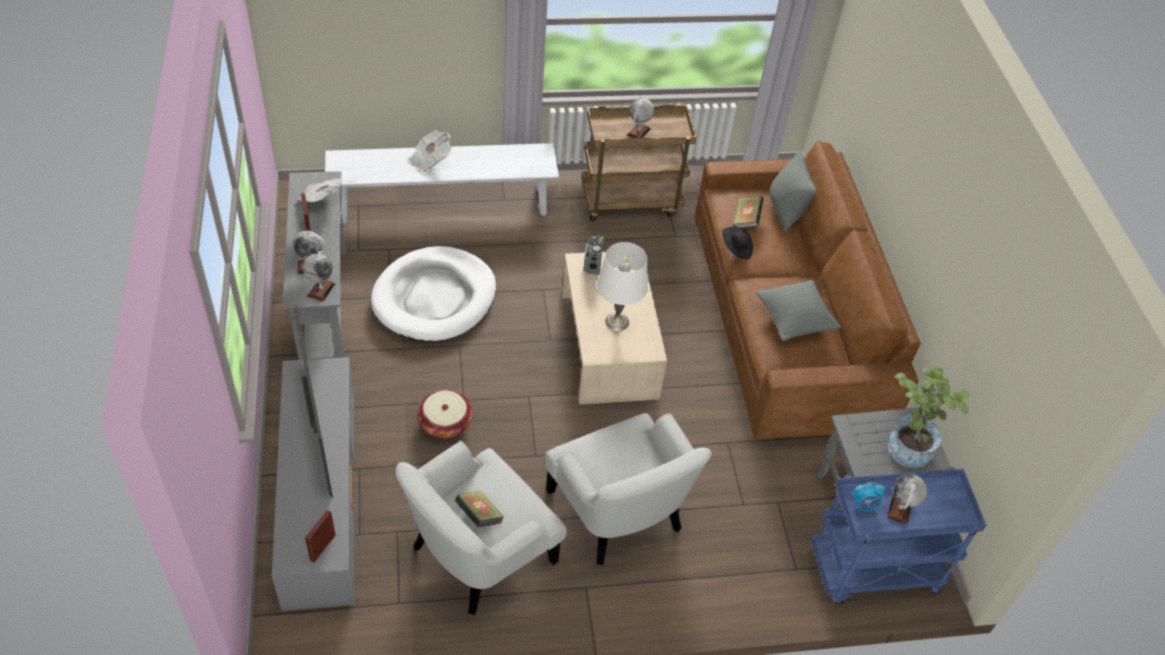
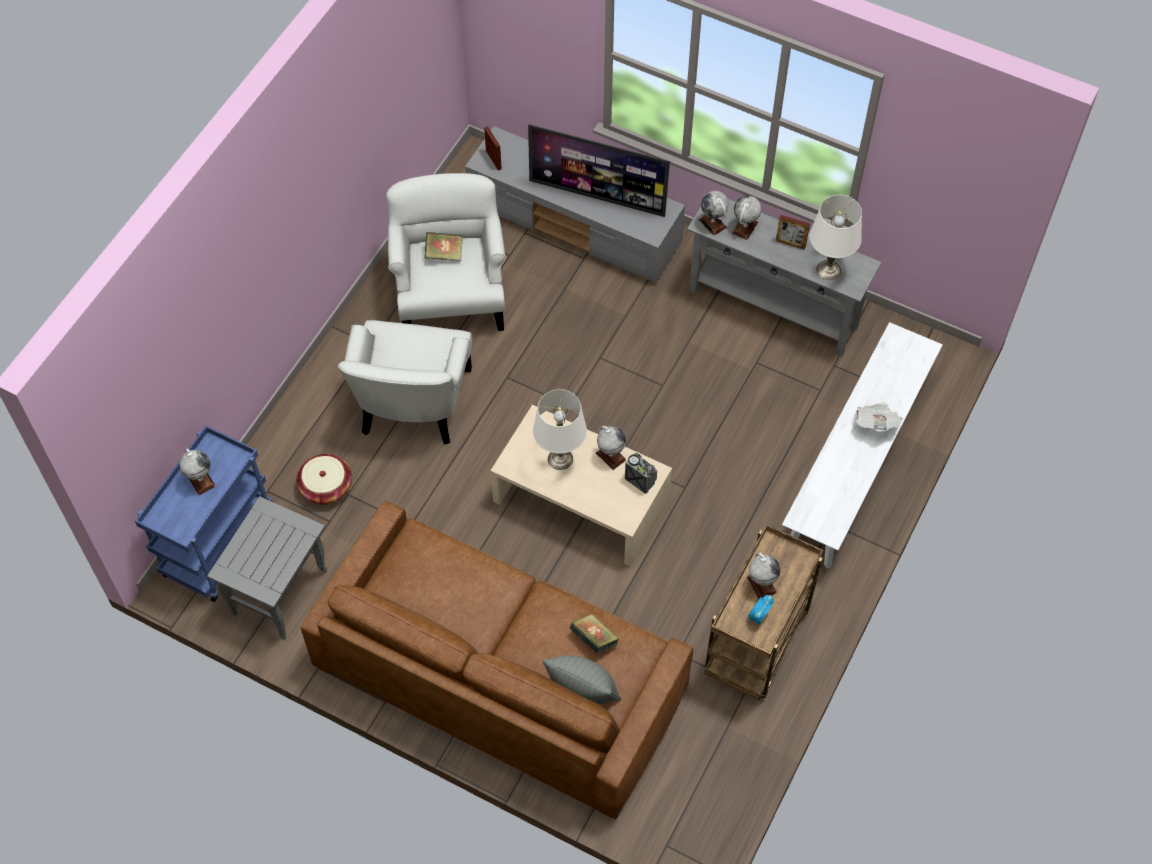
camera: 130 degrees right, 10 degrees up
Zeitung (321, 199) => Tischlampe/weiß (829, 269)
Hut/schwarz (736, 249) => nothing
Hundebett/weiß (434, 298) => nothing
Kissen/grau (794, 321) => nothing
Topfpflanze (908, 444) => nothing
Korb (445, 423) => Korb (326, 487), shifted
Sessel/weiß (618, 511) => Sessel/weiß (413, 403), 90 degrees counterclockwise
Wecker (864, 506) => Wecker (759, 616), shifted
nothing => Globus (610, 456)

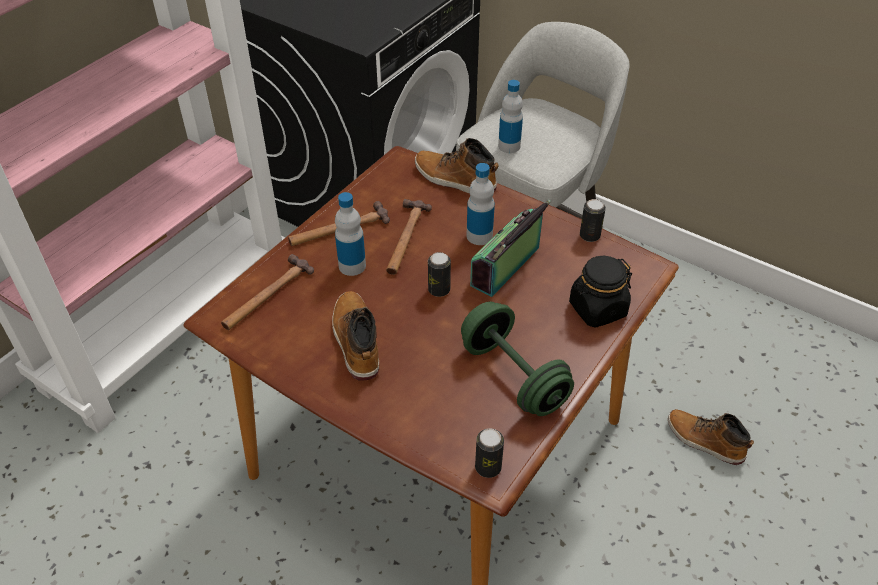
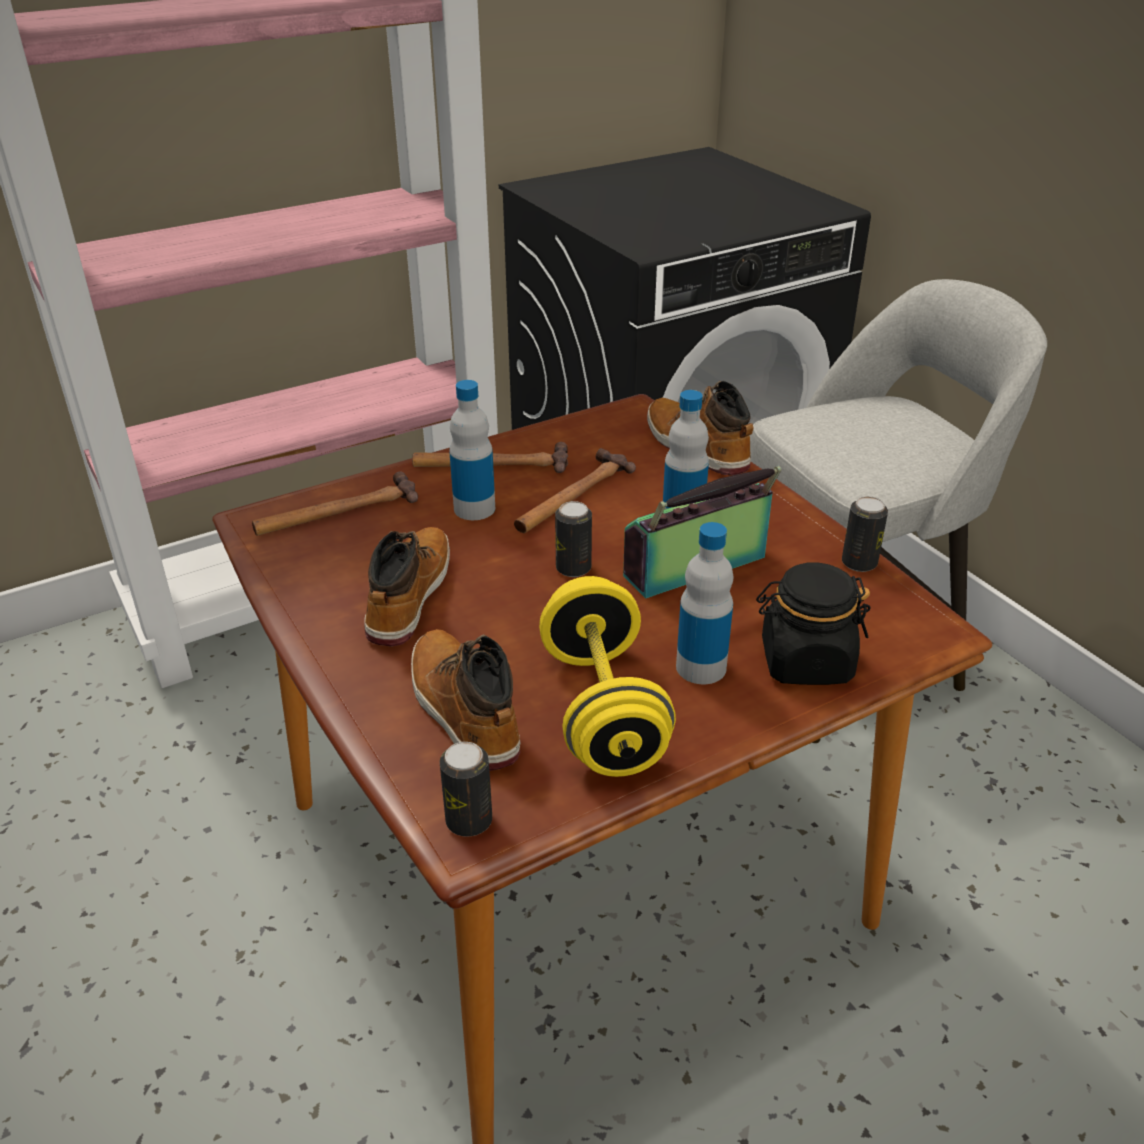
camera: 25 degrees right, 10 degrees down
Flasche (509, 146) => Flasche (701, 667), shifted
Hantel/grün (513, 376) => Hantel/gelb (603, 710)
Stiefel (704, 441) => Stiefel (462, 710), shifted

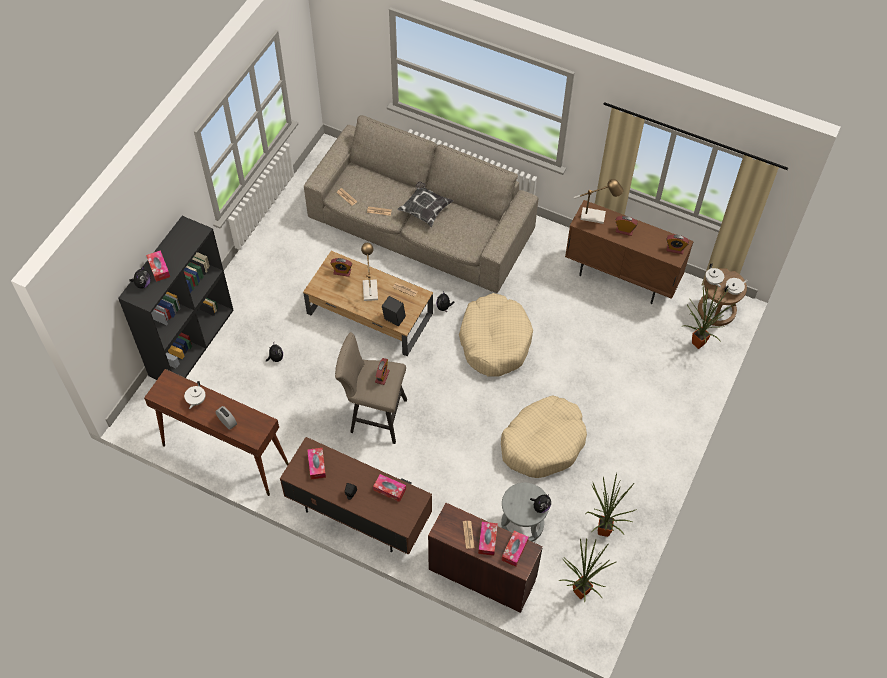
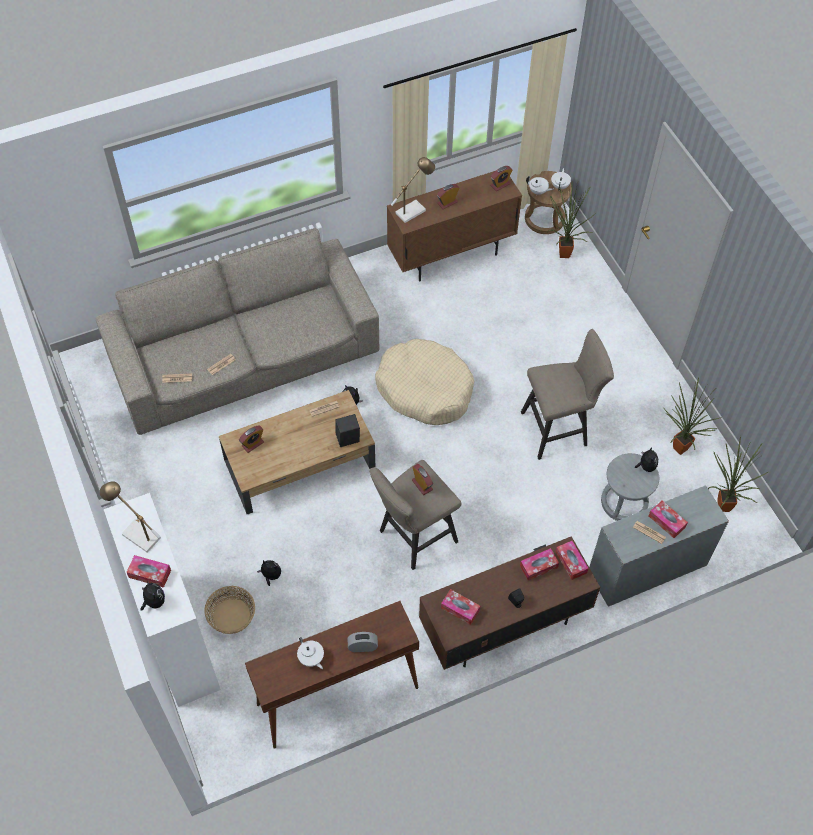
camera: 50 degrees left, 0 degrees up
Kissen (425, 210) => nothing
Bücherregal/schwarz (191, 341) => Bücherregal/weiß (177, 638)
Tischlampe (369, 288) => Tischlampe (137, 534), shifted
Hundebett/beige (543, 442) => Hocker/beige (559, 429)
Schreibtisch/braun (482, 574) => Schreibtisch/grau (646, 567)
Taschentuchbox (514, 550) => Taschentuchbox (571, 562), shifted
nothing => Korb (231, 616)

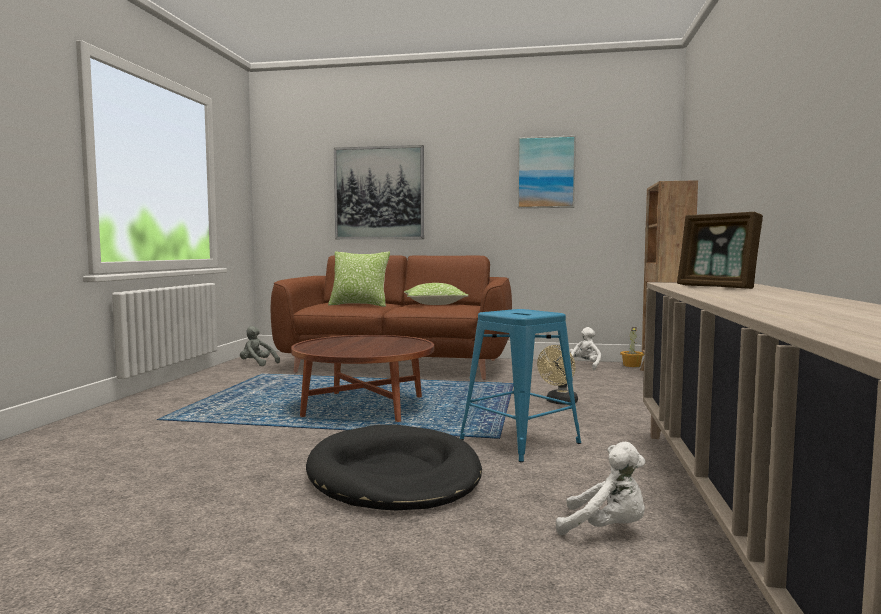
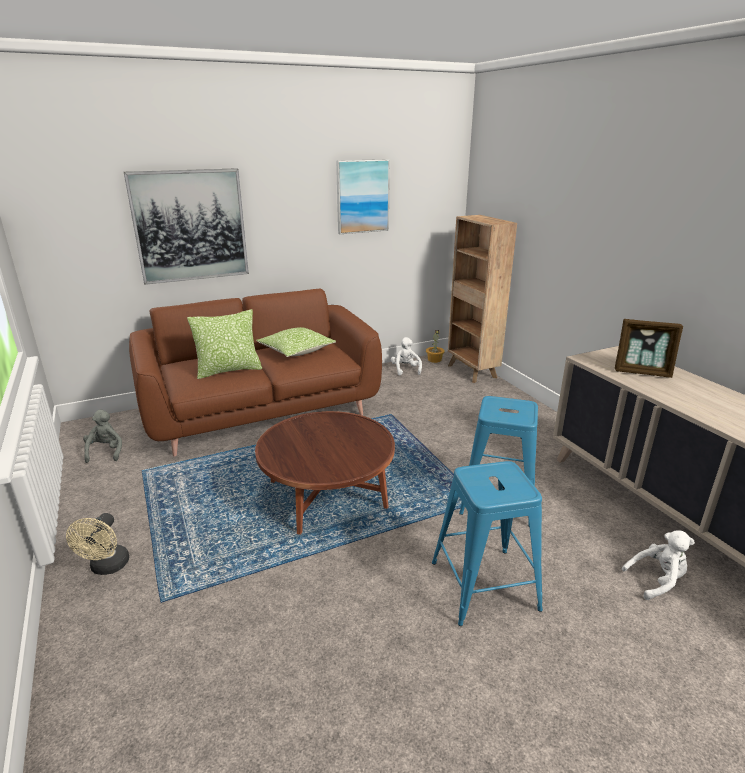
camera: 35 degrees left, 20 degrees up
Plüschtier/grau (257, 364) => Plüschtier/grau (106, 452), 90 degrees clockwise
Ventilator/beige (559, 402) => Ventilator/beige (107, 567), shifted
Hundebett/schwarz (394, 475) => Hocker/blau (483, 585)

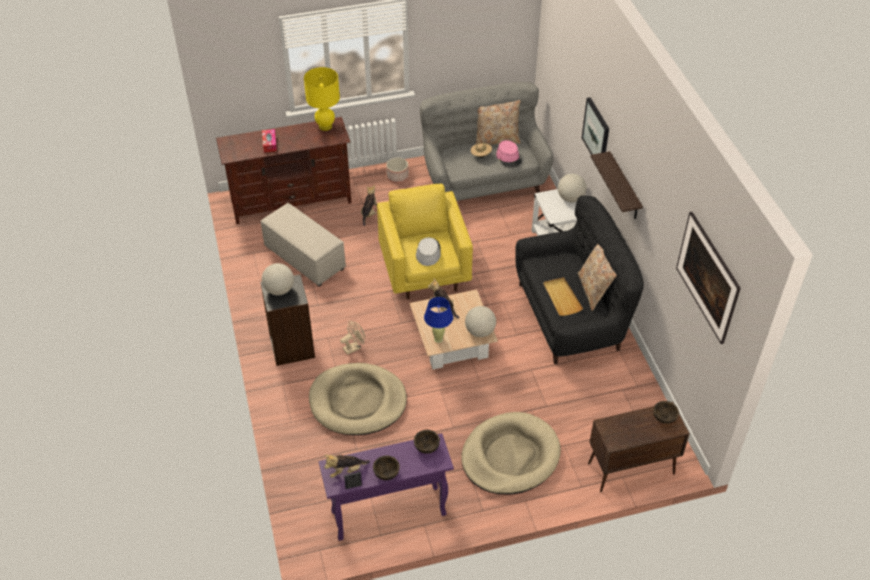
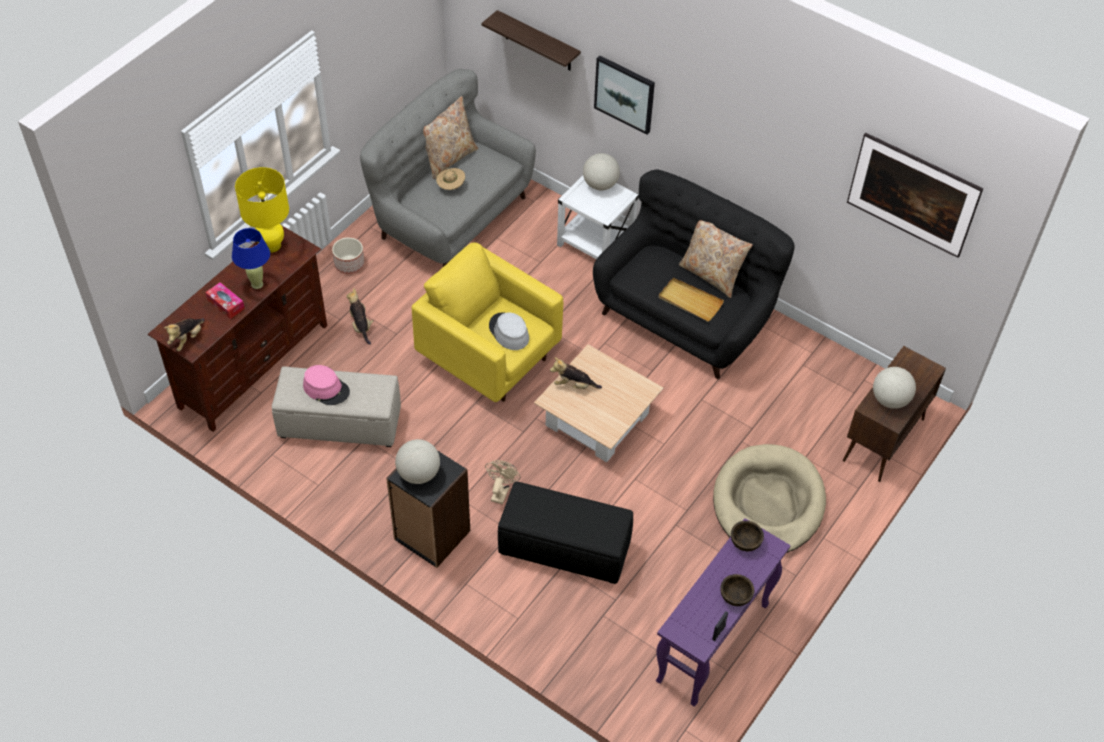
camera: 40 degrees left, 5 degrees up
Hut/rosa (509, 158) => Hut/rosa (326, 389), shifted
Wandregal (624, 187) => Wandregal (538, 42), shifted
Tischlampe/blau (438, 339) => Tischlampe/blau (257, 284), shifted
Globus (480, 331) => Globus (890, 400), shifted
Hundebett/beige (358, 402) => Polsterhocker/schwarz (565, 548)
Schüssel/braun (664, 417) => nothing
Plüschtier (346, 470) => Plüschtier (187, 339), shifted

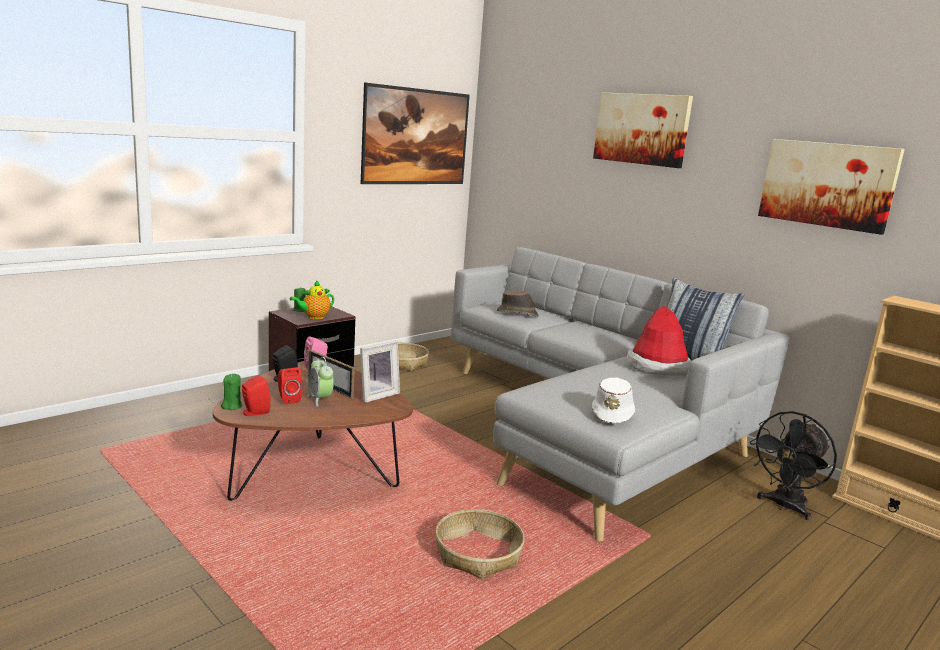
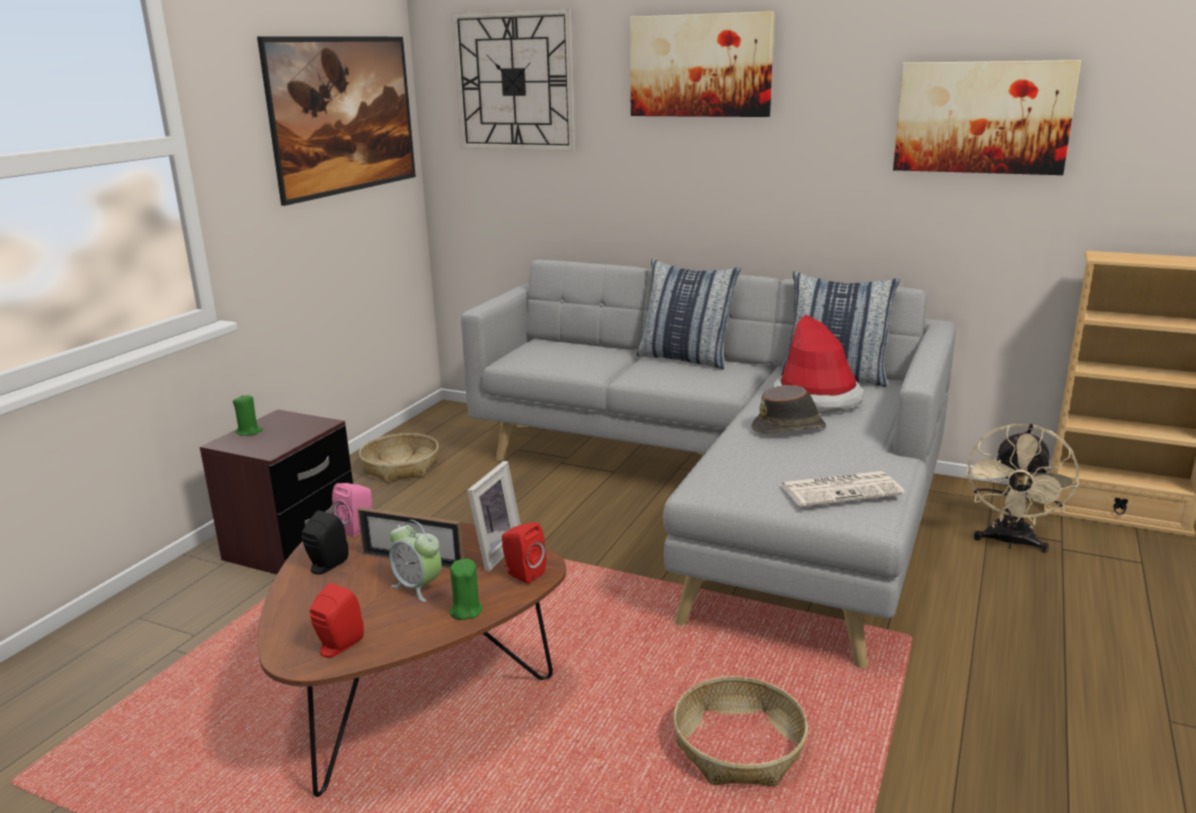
camera: 20 degrees left, 5 degrees up
Teekanne (314, 317) => nothing
Hut/braun (517, 313) => Hut/braun (789, 428), shifted
Lautsprecher/rot (288, 399) => Lautsprecher/rot (522, 574), shifted
Kerze/grün (232, 406) => Kerze/grün (466, 611), shifted
Hut/weiß (613, 413) => Zeitung (841, 489)
Ventilator/schwarz (784, 507) => Ventilator/beige (1010, 542)
nothing => Wanduhr (514, 81)
nothing => Kissen (685, 358)

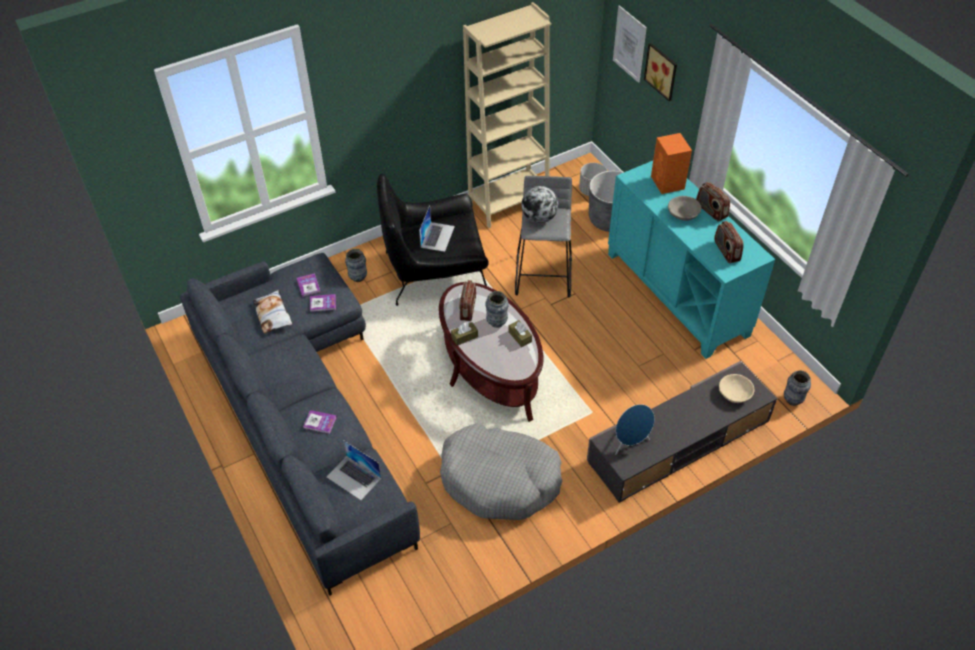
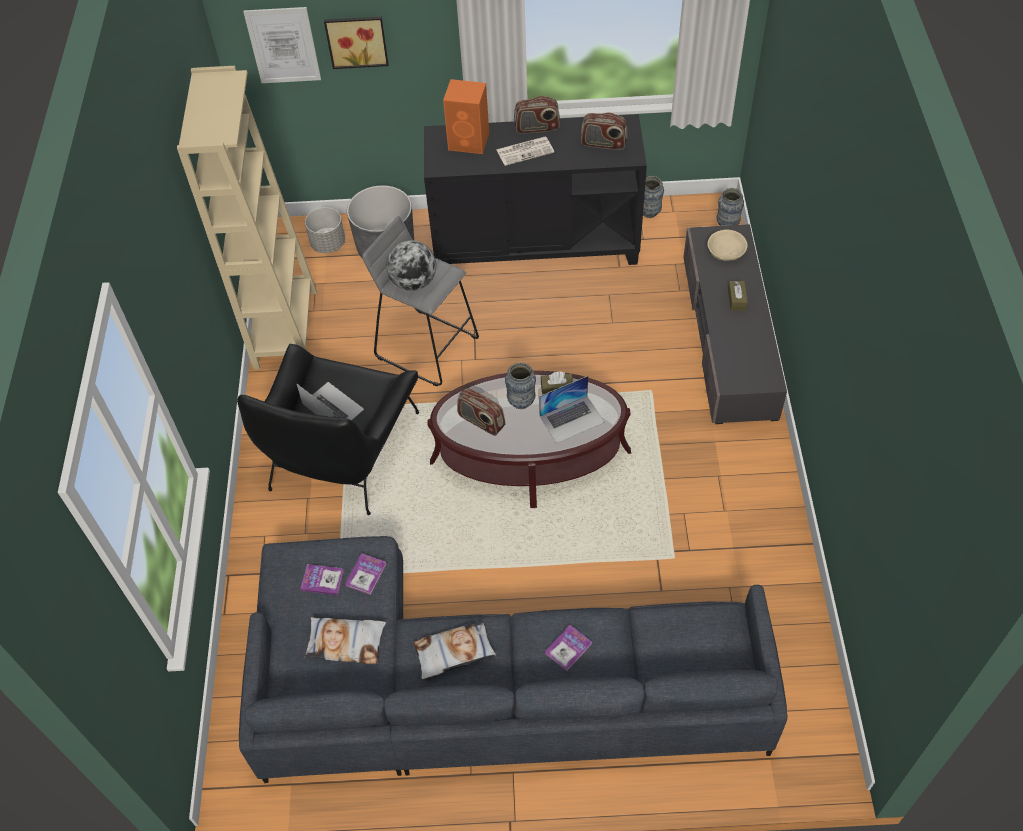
camera: 60 degrees left, 5 degrees up
Schrank/türkis (677, 293) => Schrank/schwarz (536, 244)
Schüssel/grau (683, 214) => Zeitung (525, 151)
Vase (358, 277) => Vase (649, 212), shifted
Taschentuchbox/braun (464, 337) => Taschentuchbox/braun (736, 300), shifted
Lautsprecher/blau (630, 443) => nothing
Hundebett/grau (500, 480) => nothing
Laptop (354, 477) => Laptop (572, 419), shifted
nothing => Kissen (454, 653)

